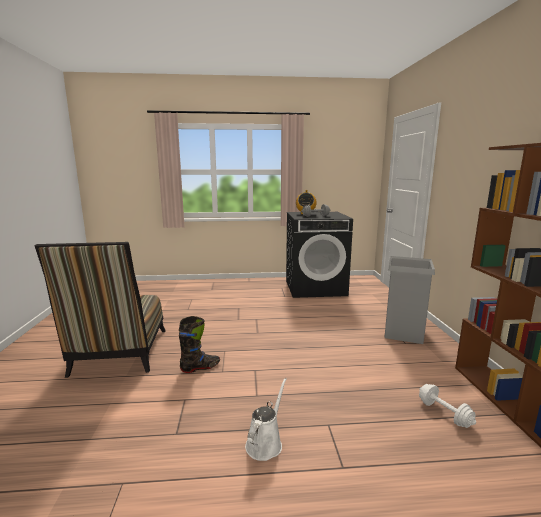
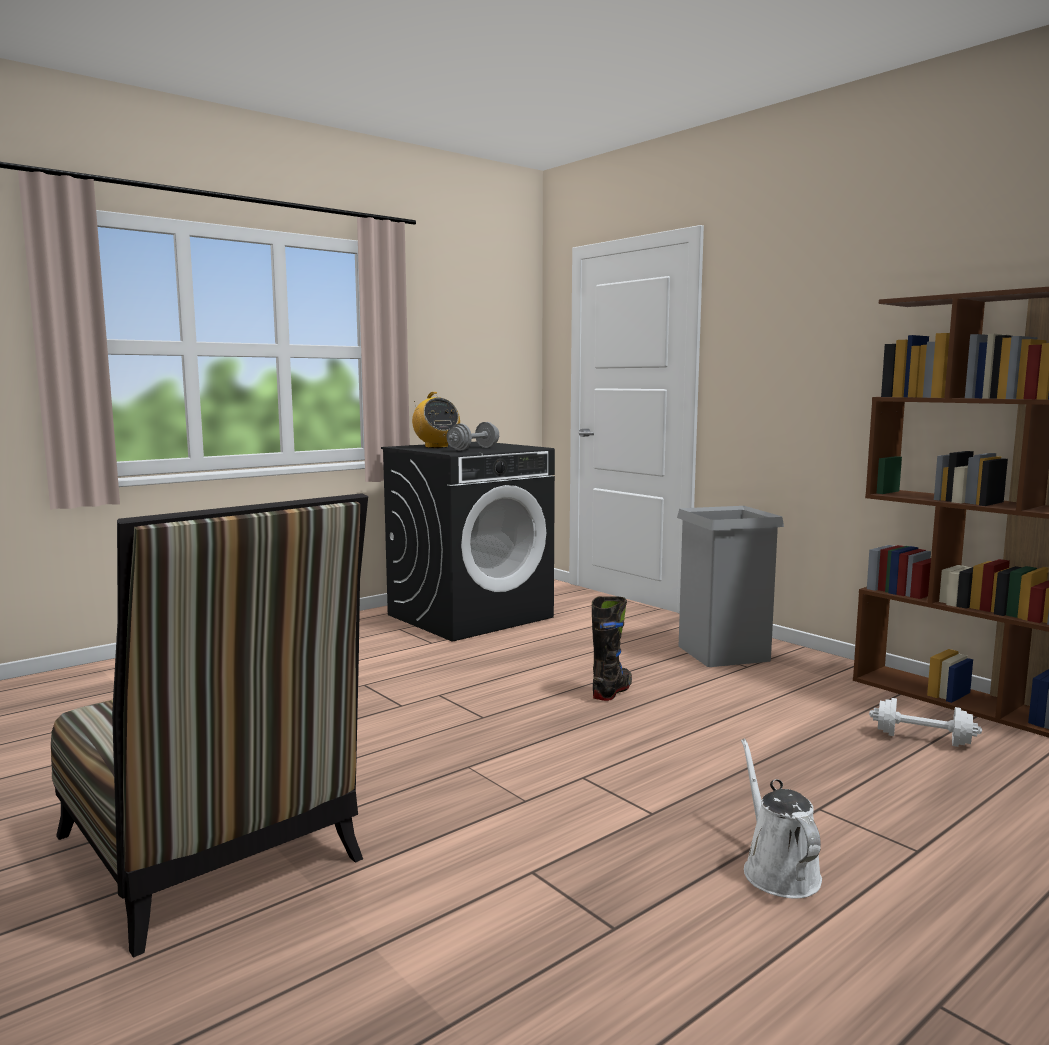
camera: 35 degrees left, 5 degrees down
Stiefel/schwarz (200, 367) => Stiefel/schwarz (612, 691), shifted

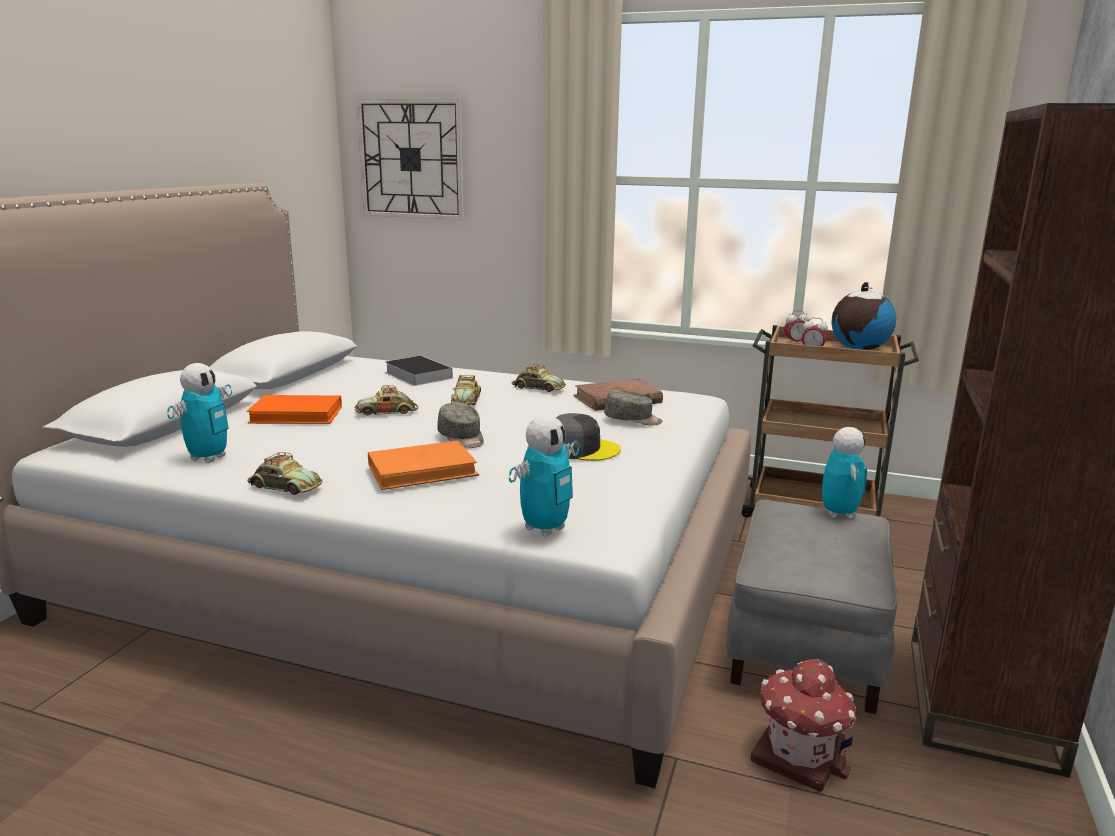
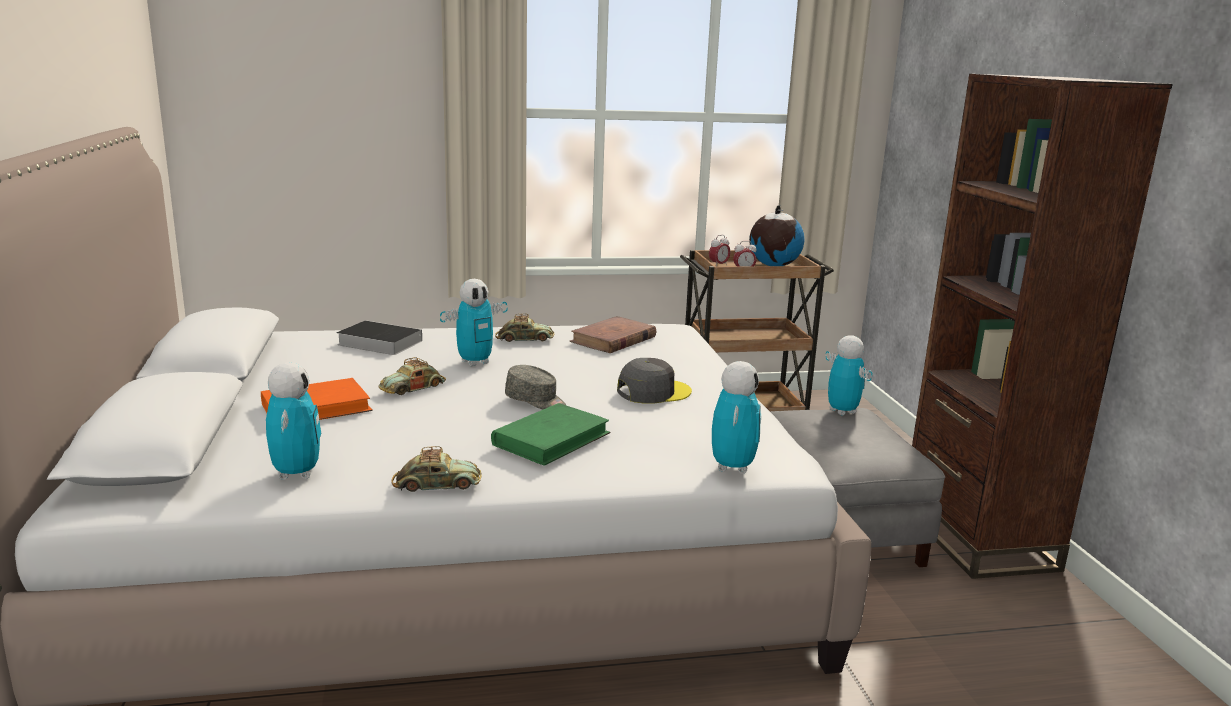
camera: 30 degrees left, 0 degrees up
Wanduhr (411, 159) => nothing
Spielzeugauto (466, 400) => Spielzeugroboter (475, 362)
Kappe/grau (633, 420) => nothing
Buch/orange (423, 470) => Buch/grün (551, 439)
Spielzeughaus (799, 753) => nothing

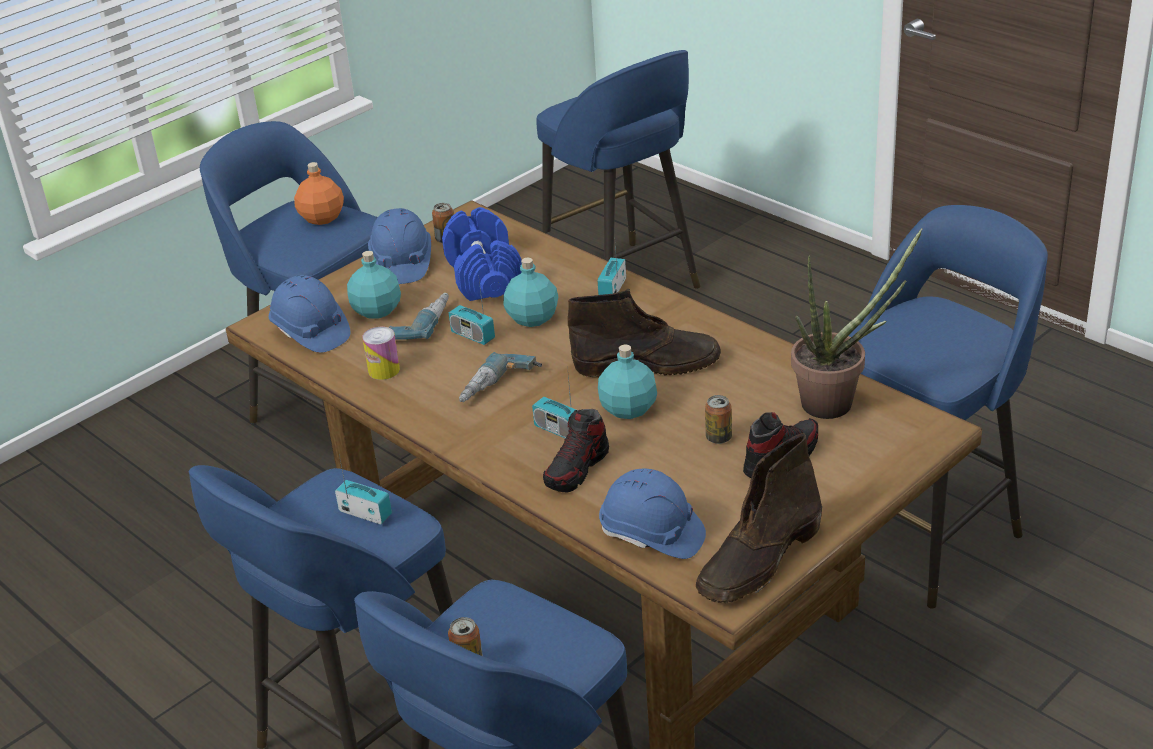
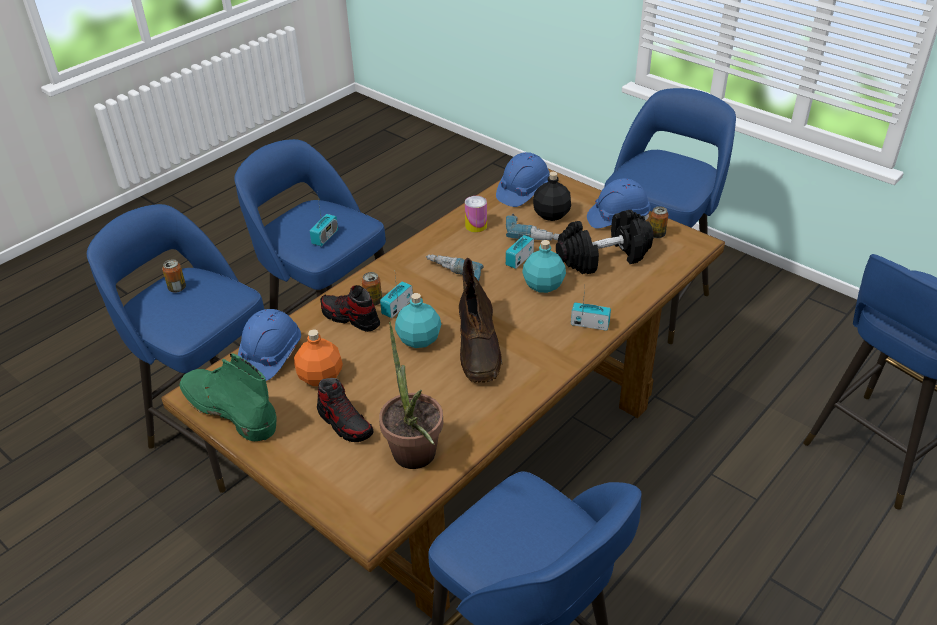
camera: 85 degrees right, 5 degrees up
Flasche/orange (322, 218) => Flasche/orange (321, 376), shifted
Hantel/blau (484, 276) => Hantel/schwarz (603, 257)
Flasche/türkis (376, 311) => Flasche/schwarz (551, 214)
Dose (718, 438) => Dose (373, 301), shifted
Stiefel/braun (759, 560) => Stiefel/grün (228, 409)

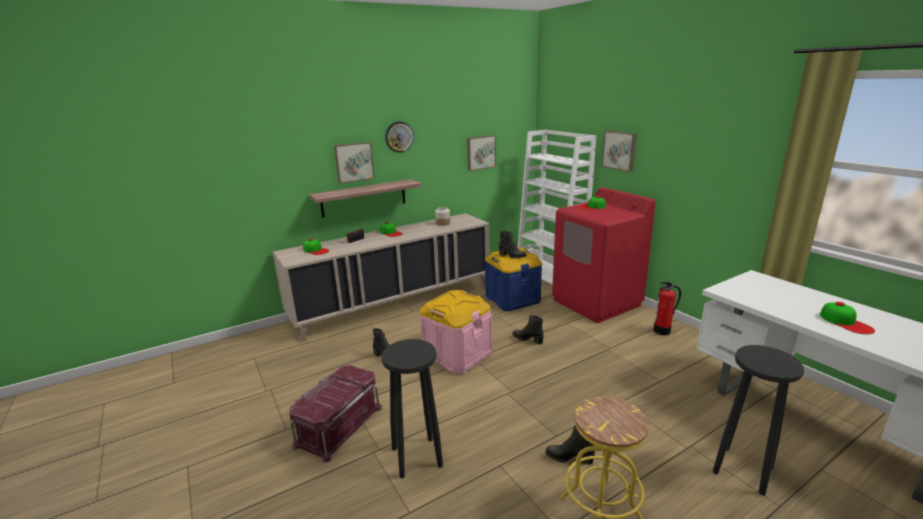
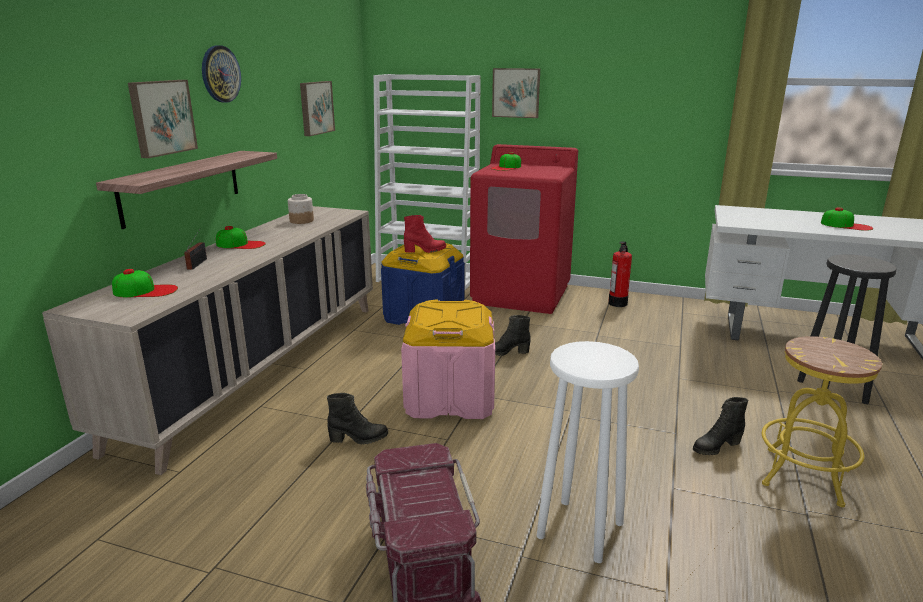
camera: 40 degrees left, 0 degrees up
Stiefel/schwarz (512, 256) => Stiefel/rot (425, 250)
Hocker/schwarz (416, 456) => Hocker/weiß (579, 529)

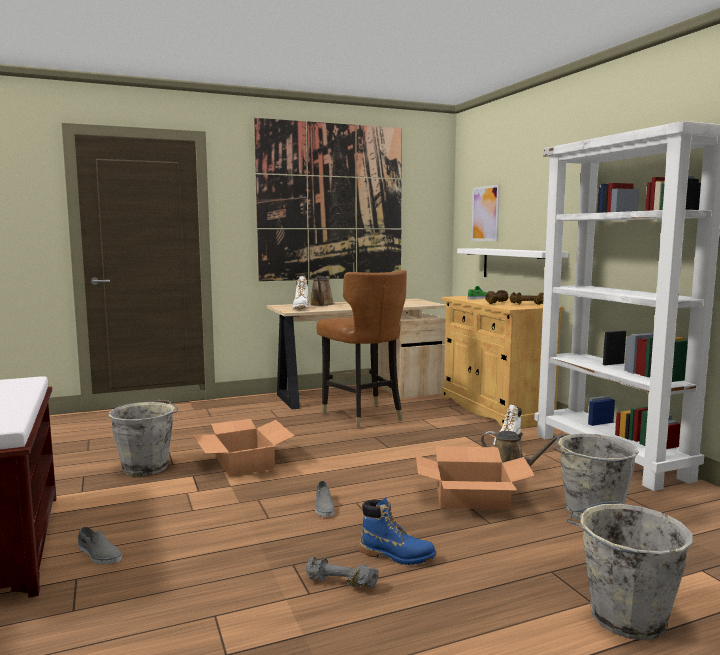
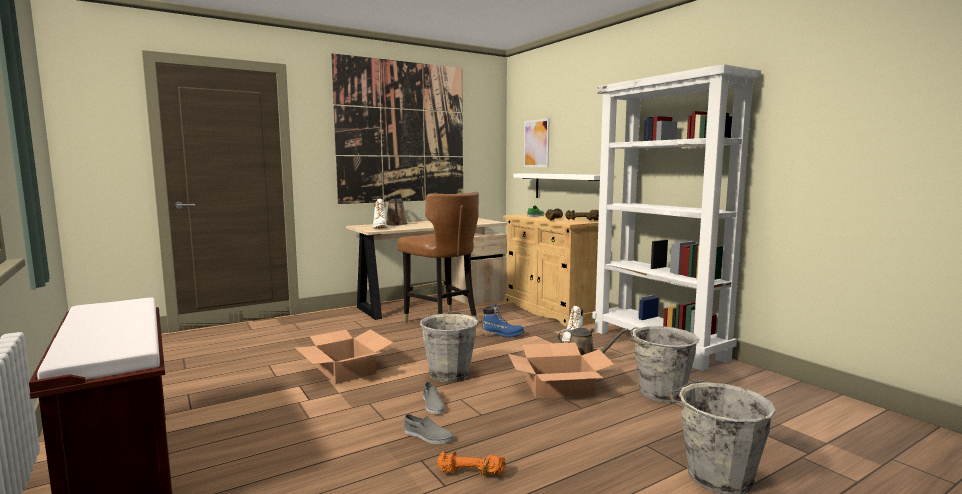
camera: 10 degrees left, 0 degrees up
Eimer/grau (146, 467) => Eimer/grau (450, 374), shifted
Stiefel/blau (397, 555) => Stiefel/blau (502, 335), shifted
Schuh/grau (98, 554) => Schuh/grau (427, 436), shifted
Hantel/grau (340, 583) => Hantel/orange (470, 473)

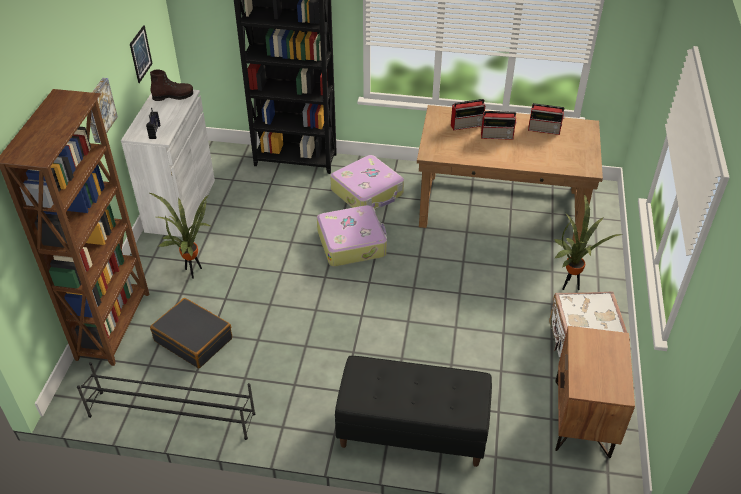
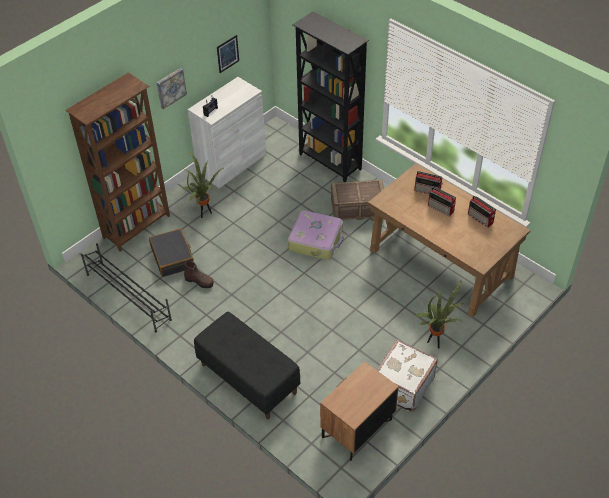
camera: 35 degrees right, 5 degrees up
Stiefel/braun (173, 96) => Stiefel/braun (199, 281), shifted
Koffer (368, 192) => Kiste (358, 208)

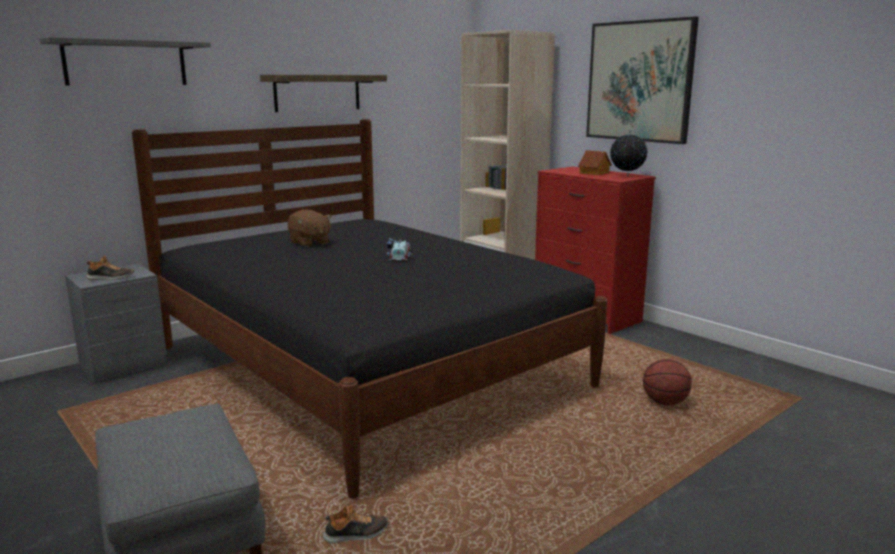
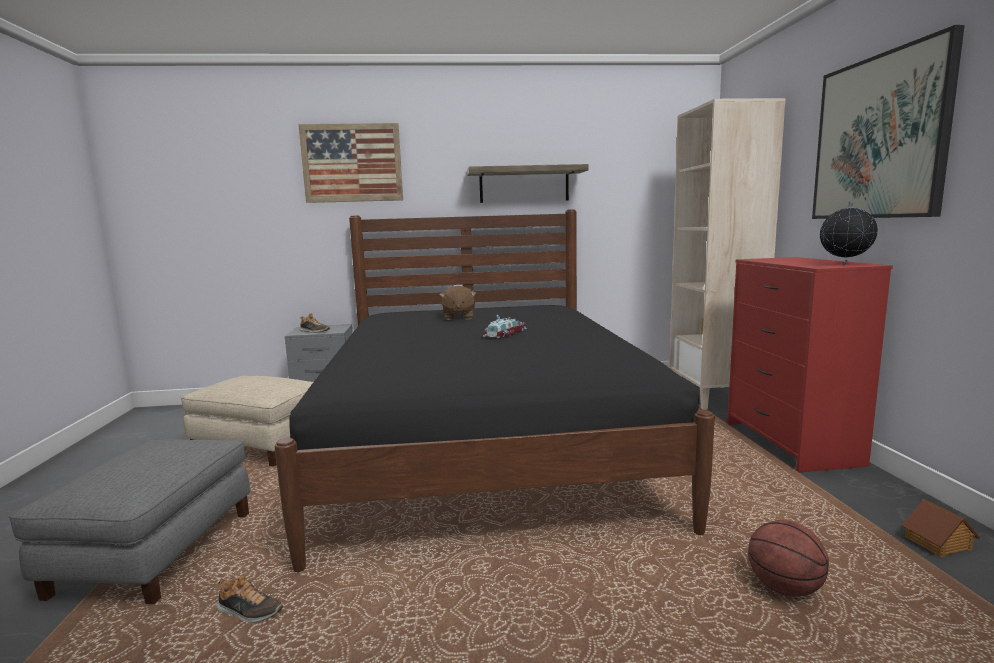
camera: 35 degrees right, 5 degrees down
Wandregal/grau (126, 63) => Bild (352, 163)
Spielzeughaus (594, 173) => Spielzeughaus (938, 544), shifted
nothing => Polsterhocker/beige (262, 445)

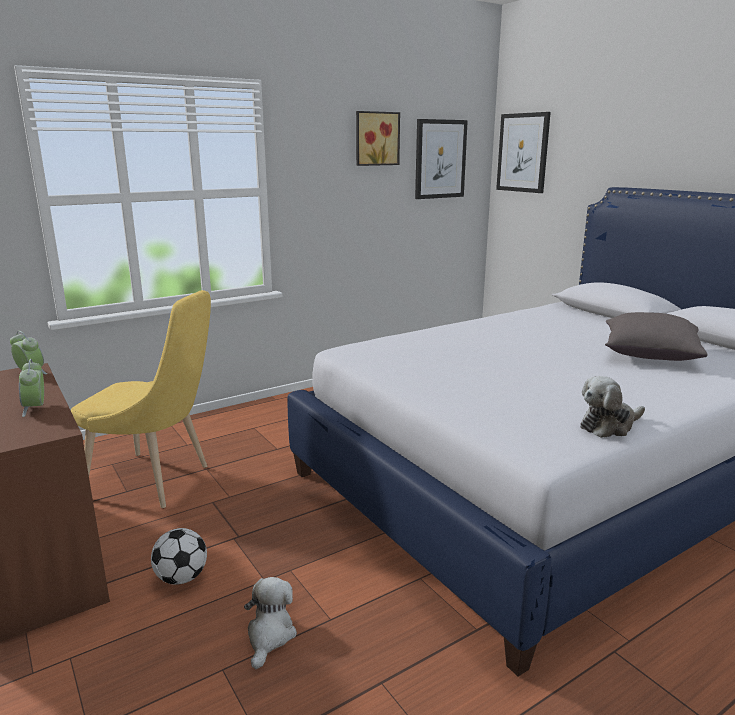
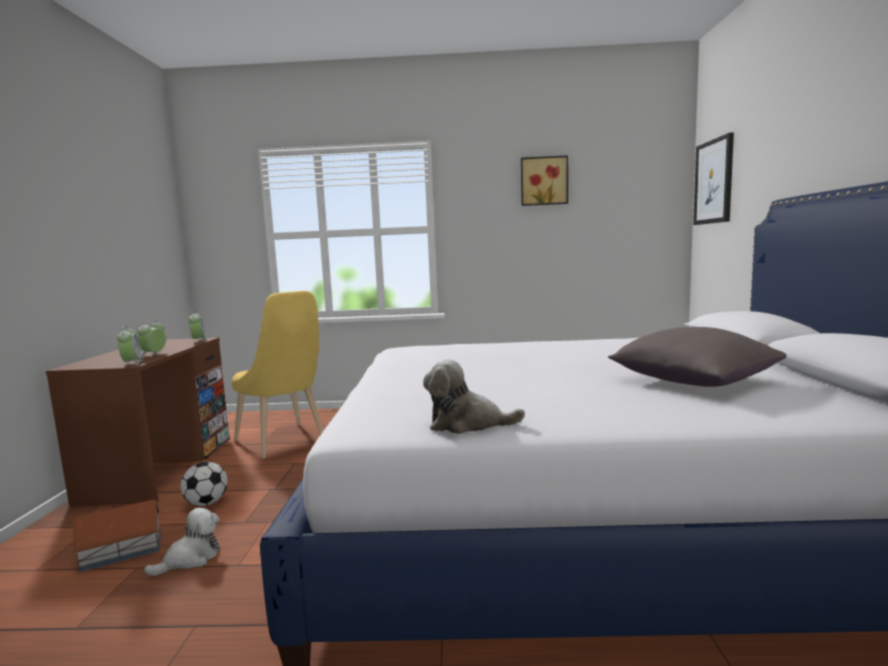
camera: 35 degrees right, 10 degrees down
Bild (440, 159) => nothing
nothing => Wecker (132, 363)
nothing => Spielzeughaus (121, 550)

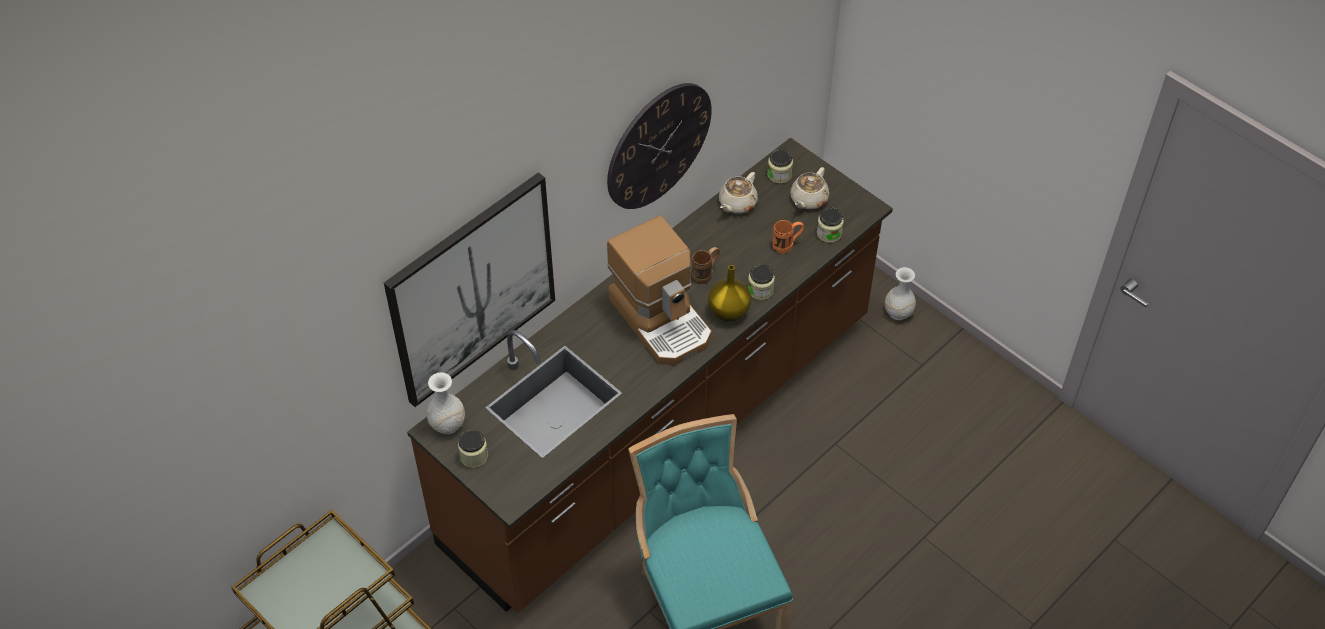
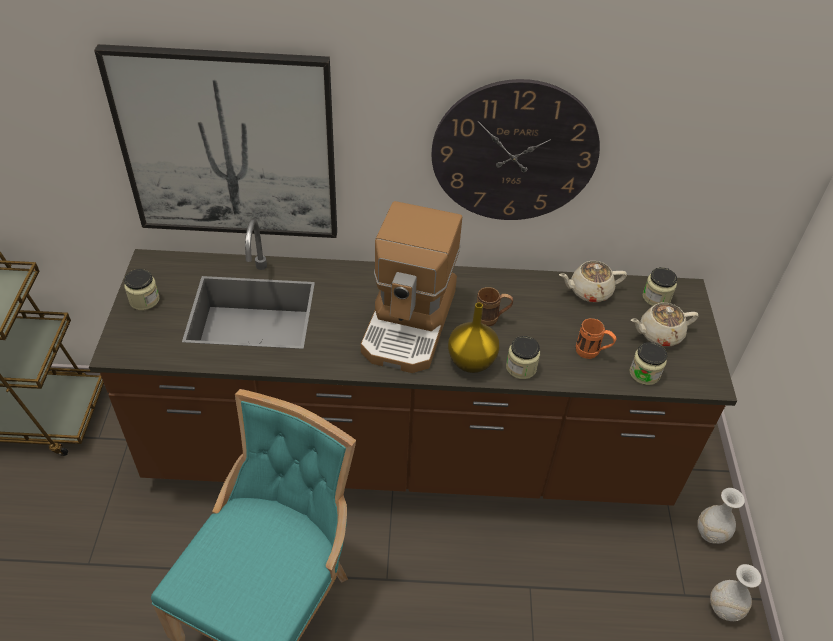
camera: 45 degrees right, 5 degrees down
Vase/weiß (448, 425) => Vase/weiß (724, 609), shifted

